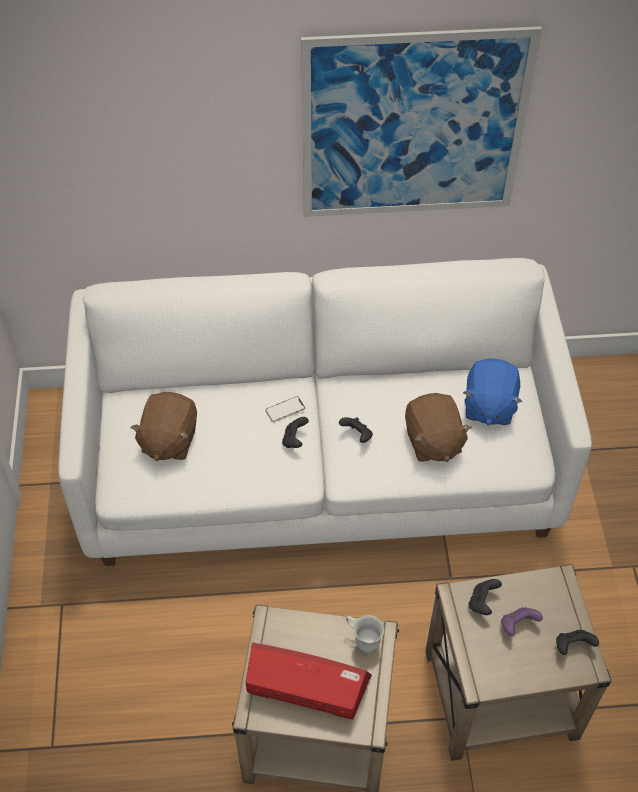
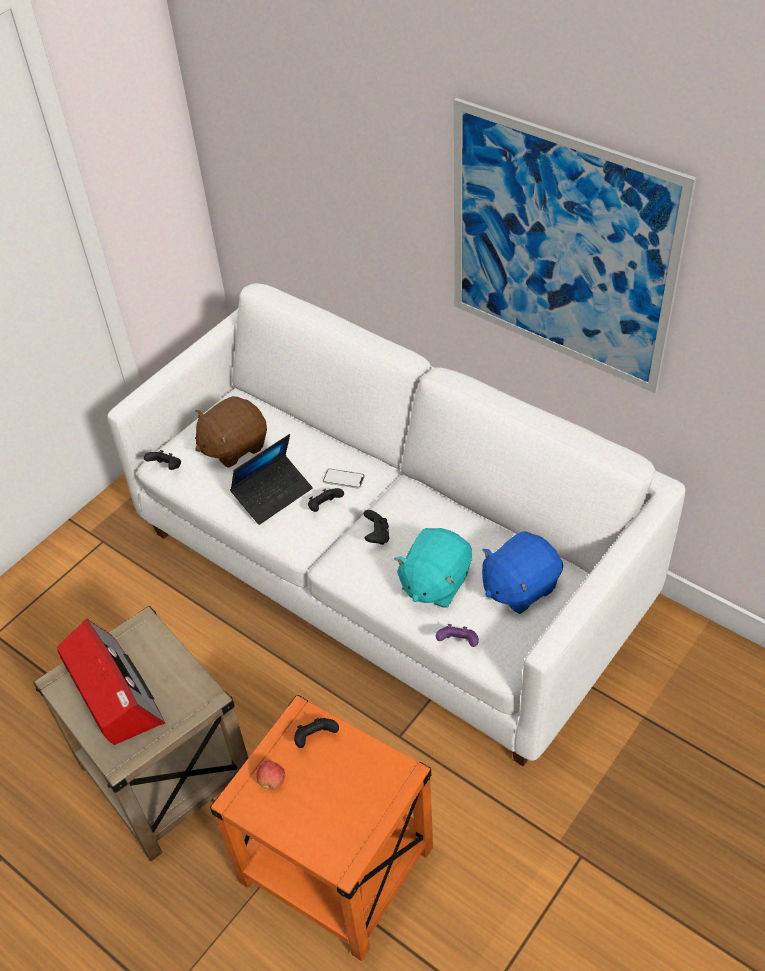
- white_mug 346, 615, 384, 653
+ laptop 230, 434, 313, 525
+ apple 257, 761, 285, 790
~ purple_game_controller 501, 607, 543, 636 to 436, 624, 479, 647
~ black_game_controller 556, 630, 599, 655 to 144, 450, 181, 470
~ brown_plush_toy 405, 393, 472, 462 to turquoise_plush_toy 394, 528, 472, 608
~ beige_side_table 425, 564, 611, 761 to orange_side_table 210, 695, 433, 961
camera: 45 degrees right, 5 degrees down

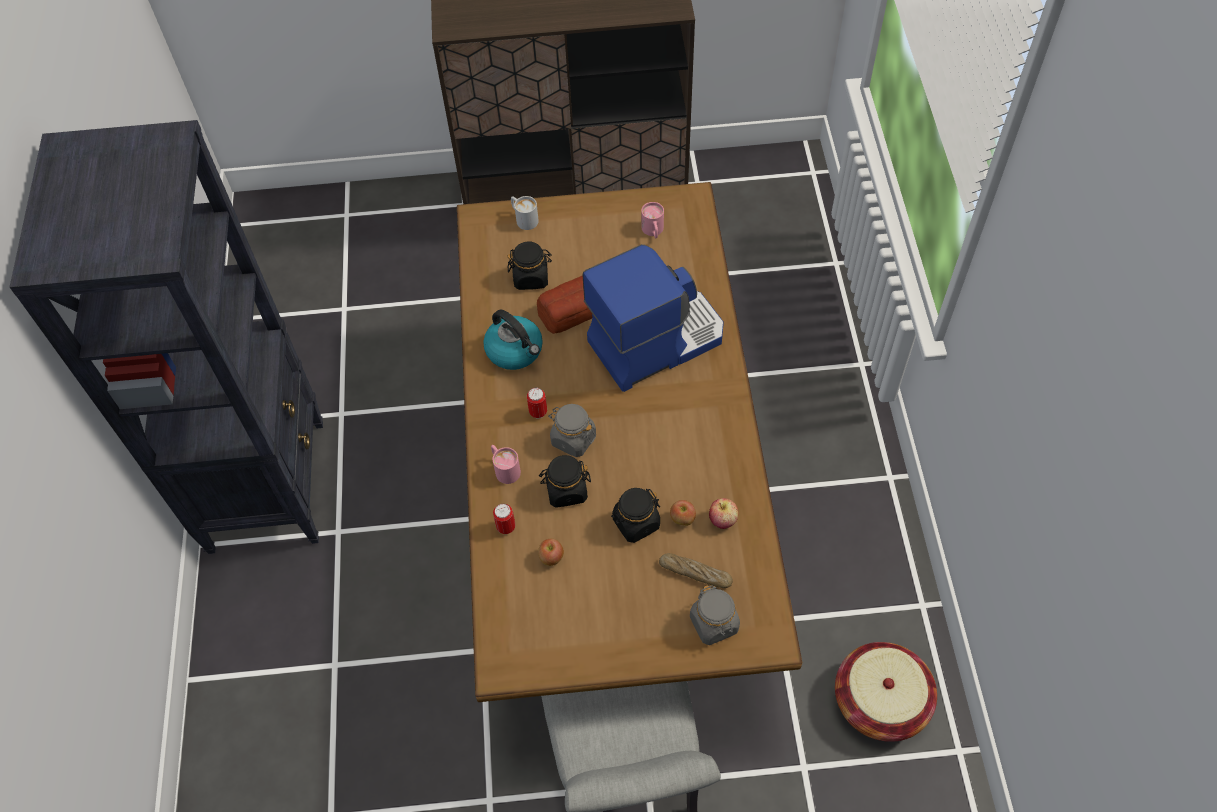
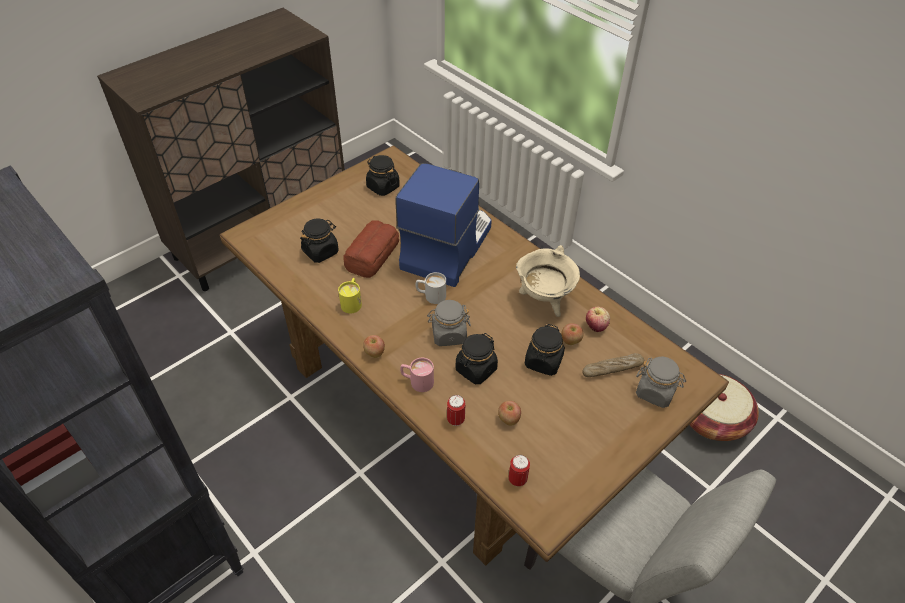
+ apple 363, 335, 385, 358
+ beige_cooking_pot 516, 245, 580, 317
~ white_mug 511, 196, 539, 230 to 416, 272, 446, 304
~ can 527, 388, 547, 418 to 509, 455, 530, 486
~ kettle 483, 309, 543, 370 to yellow_mug 338, 278, 362, 313
~ pink_mug 641, 202, 664, 238 to black_jar 366, 155, 400, 196
camera: 40 degrees left, 10 degrees down

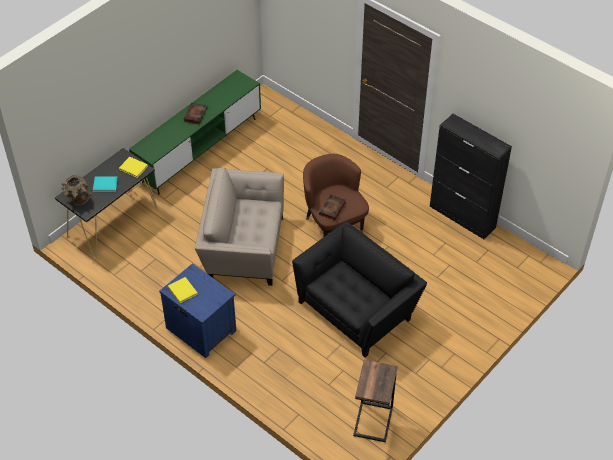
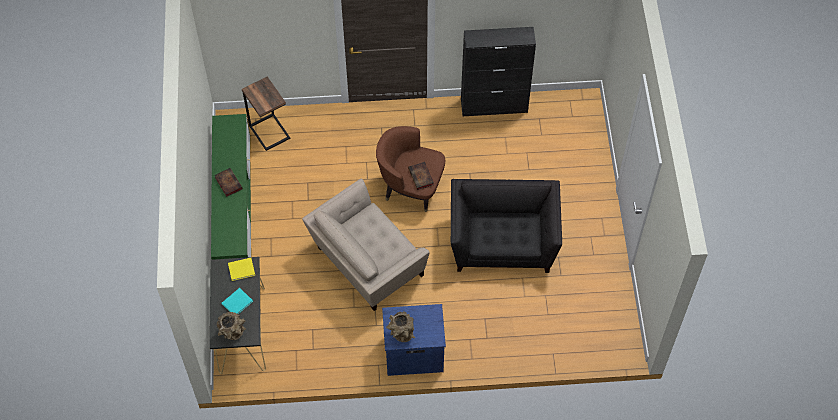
~ side_table 353, 360, 398, 442 to 242, 77, 290, 151
~ yellow_book 168, 277, 198, 303 to brown_vase 386, 311, 415, 342
camera: 45 degrees left, 10 degrees up

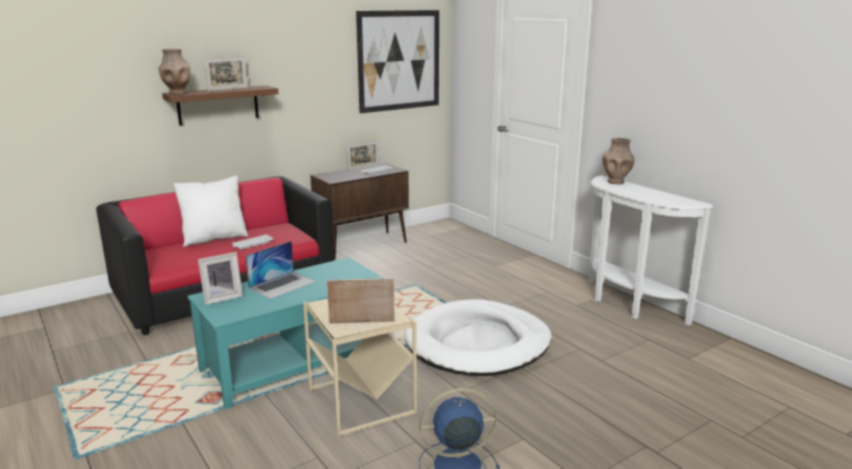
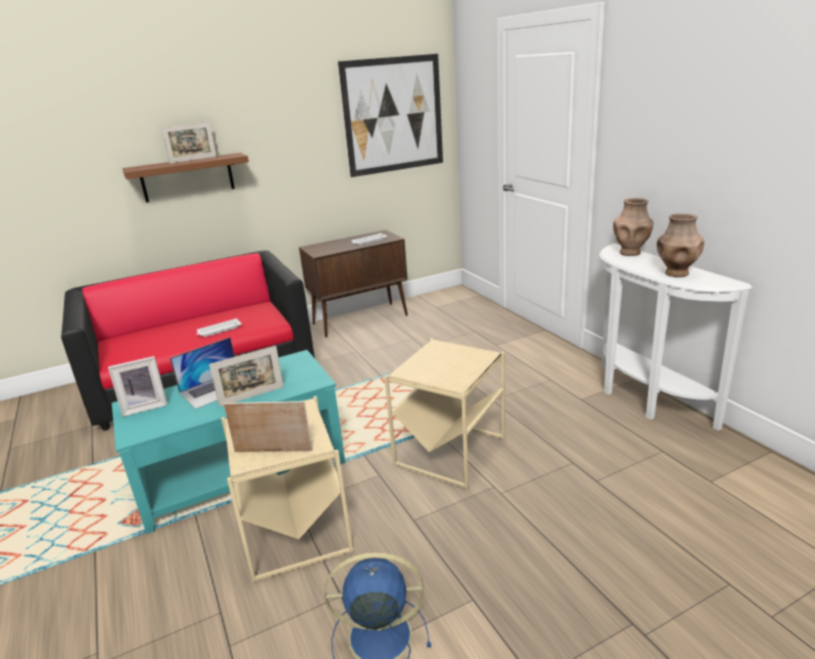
- white_pillow 173, 176, 249, 247
~ brown_vase 158, 49, 190, 95 to 657, 214, 704, 277
~ picture_frame 346, 140, 379, 171 to 209, 346, 284, 407
~ white_dog_bed 404, 299, 552, 376 to beige_side_table 384, 338, 505, 489
camera: 10 degrees right, 5 degrees up

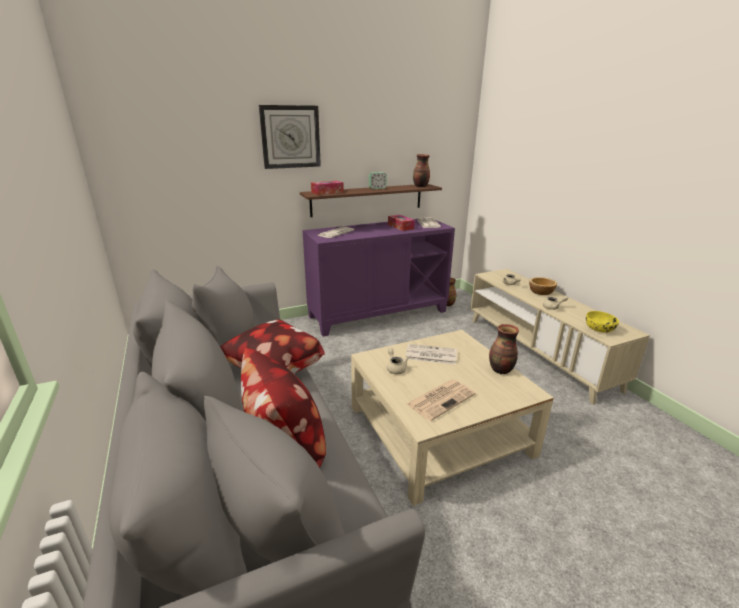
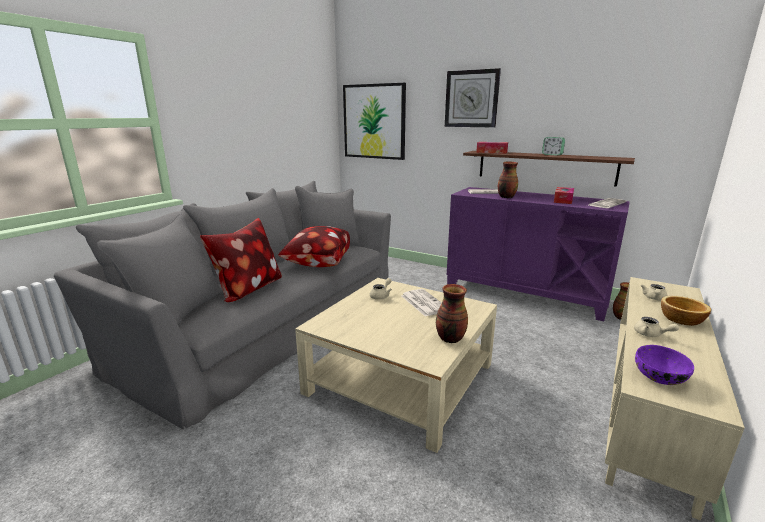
- newspaper 407, 379, 476, 421
+ picture 343, 83, 406, 160
~ vase 413, 154, 430, 187 to 498, 162, 518, 198
~ yellow_bowl 586, 311, 619, 333 to purple_bowl 635, 345, 694, 385
camera: 55 degrees right, 5 degrees down

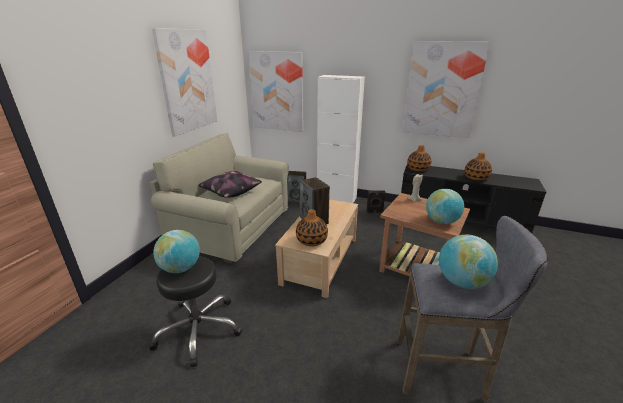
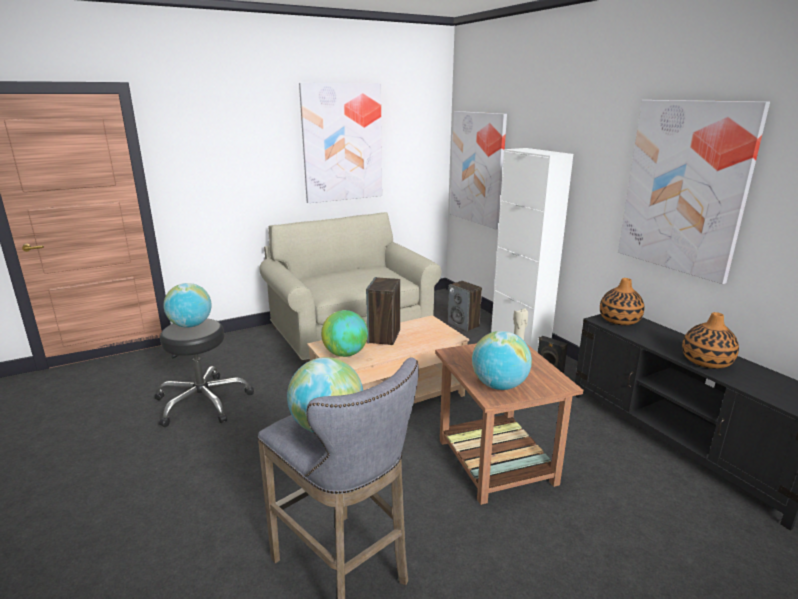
- pillow 199, 171, 262, 198
~ vase 296, 209, 328, 246 to globe 321, 310, 368, 357
camera: 40 degrees right, 5 degrees down

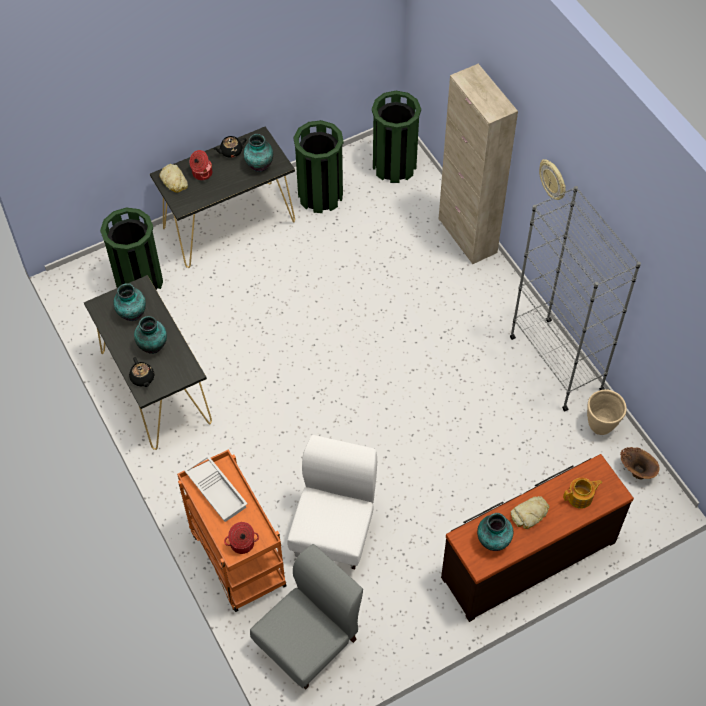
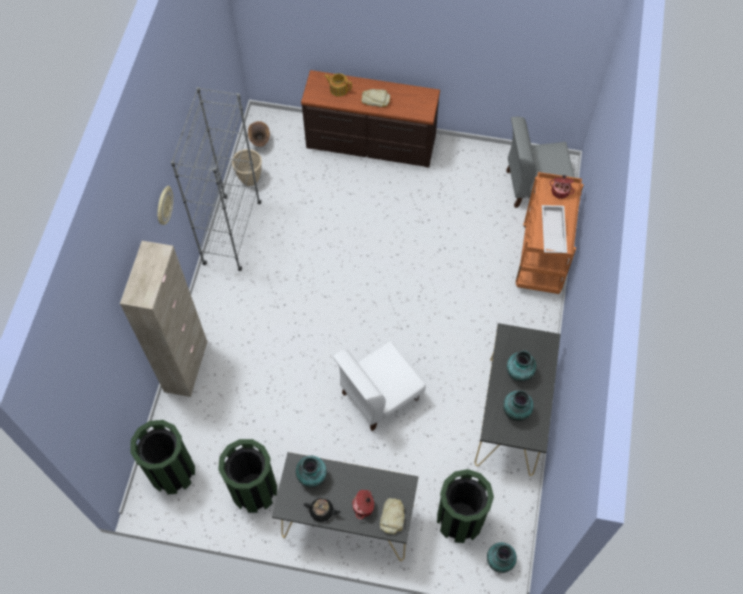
- black_teapot 129, 357, 155, 387
~ white_chair 287, 435, 377, 569 to 333, 341, 426, 431
~ vase 477, 513, 513, 551 to 487, 542, 517, 573
camera: 140 degrees left, 5 degrees up

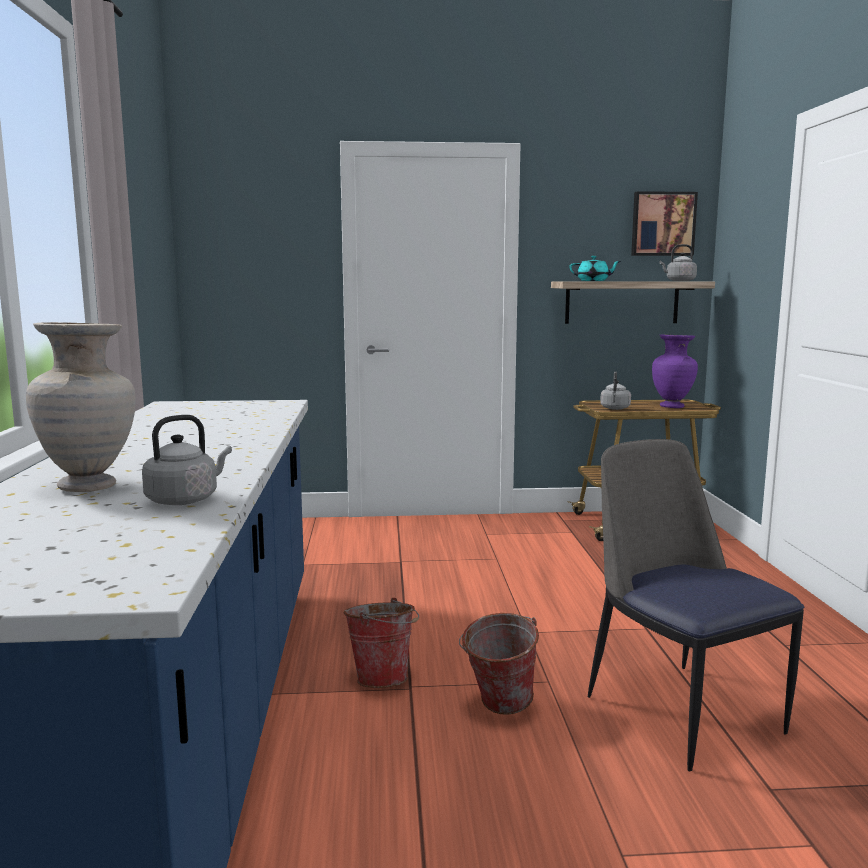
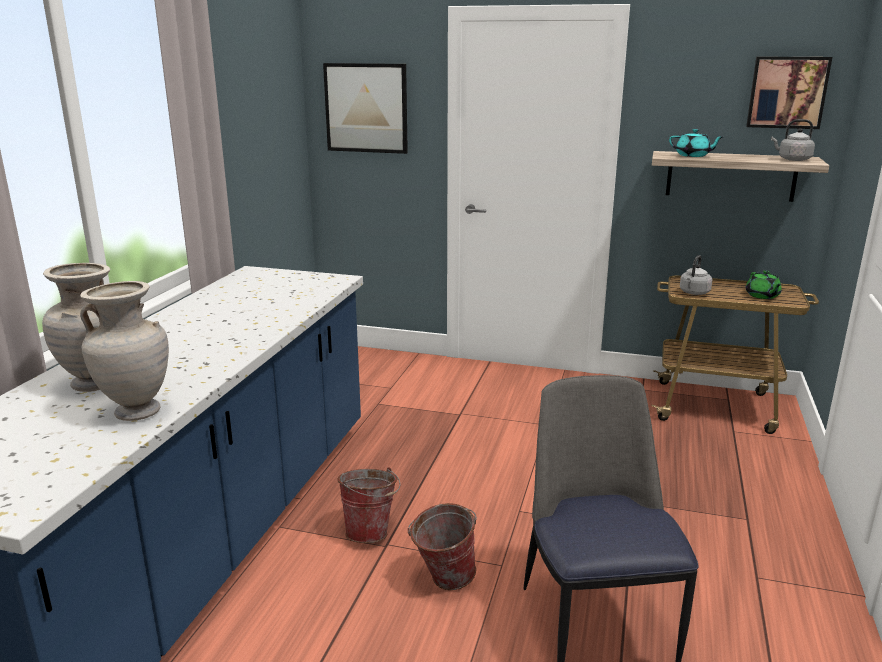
+ picture 323, 63, 408, 154
~ grey_kettle 142, 415, 232, 505 to beige_vase 80, 281, 169, 421
~ purple_vase 652, 335, 698, 408 to green_teapot 746, 270, 782, 299
camera: 20 degrees right, 10 degrees up

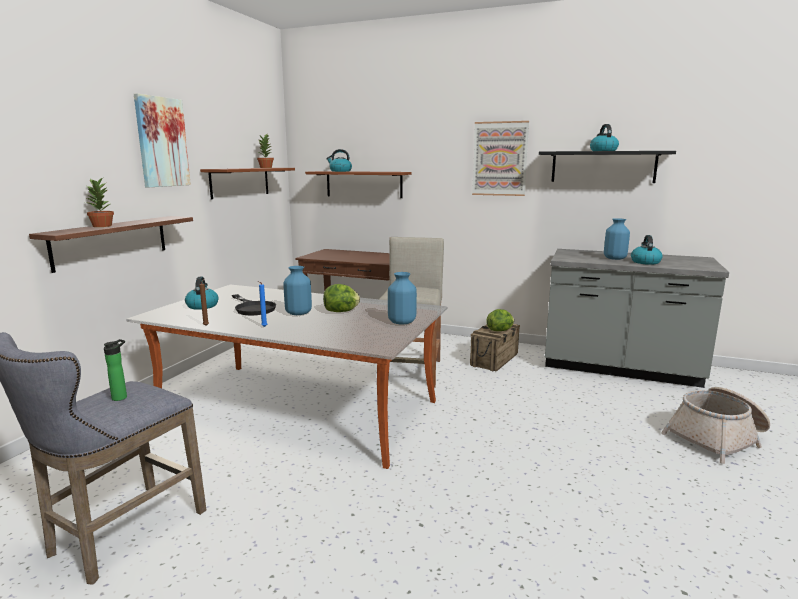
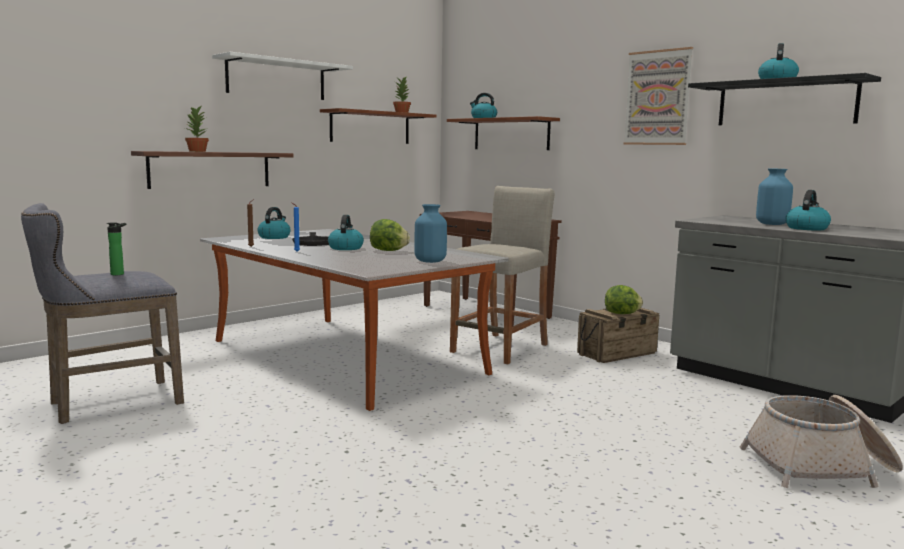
~ picture 134, 93, 191, 187 to white_shelf 212, 52, 353, 100
~ blue_vase 284, 266, 312, 315 to kettle 328, 215, 364, 250
camera: 25 degrees right, 5 degrees down

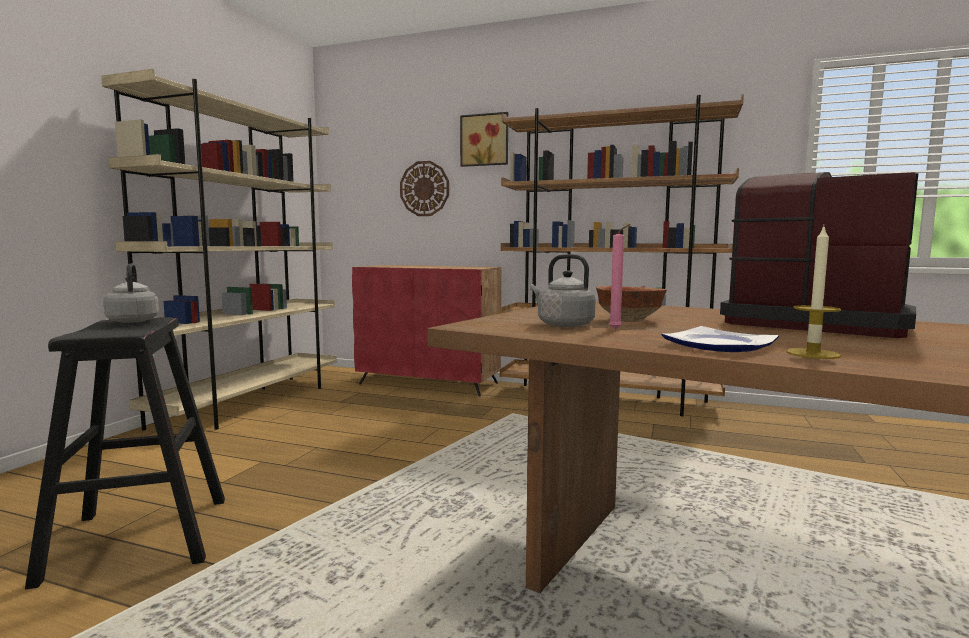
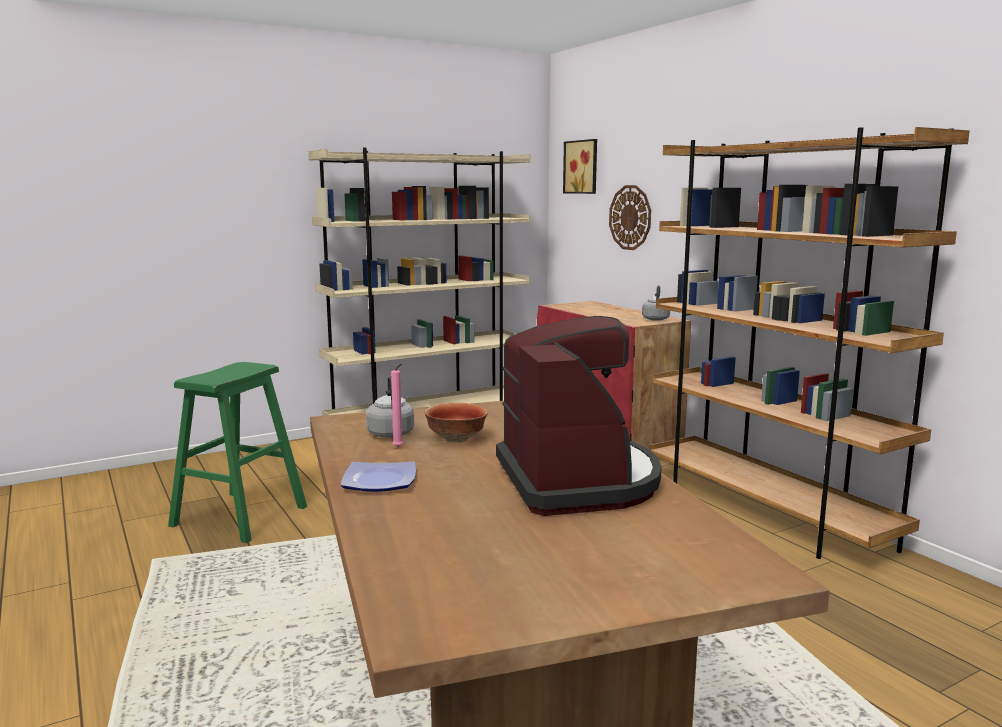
- candle 786, 227, 841, 359
~ grey_kettle 103, 263, 159, 323 to 642, 285, 670, 321
~ picture 460, 112, 508, 167 to 563, 139, 597, 194
~ black_stool 25, 318, 225, 589 to green_stool 168, 362, 307, 543
camera: 40 degrees right, 5 degrees up

